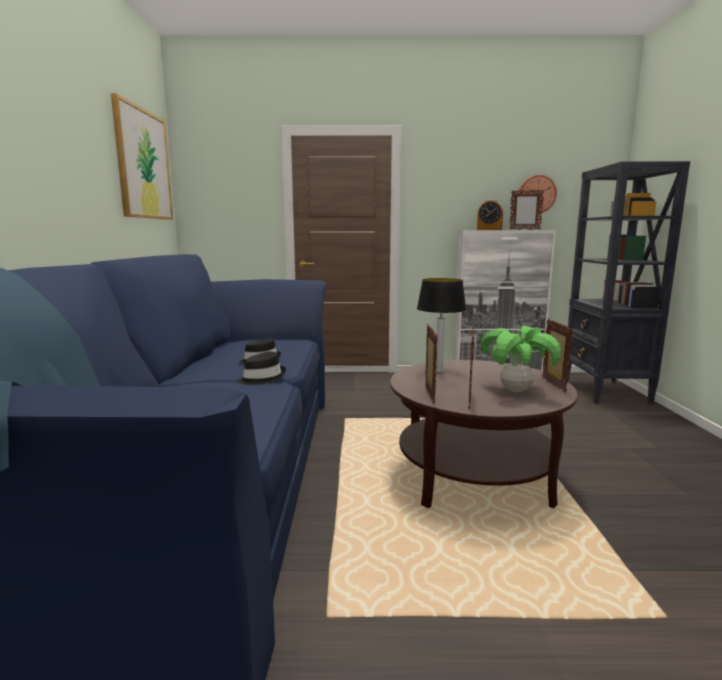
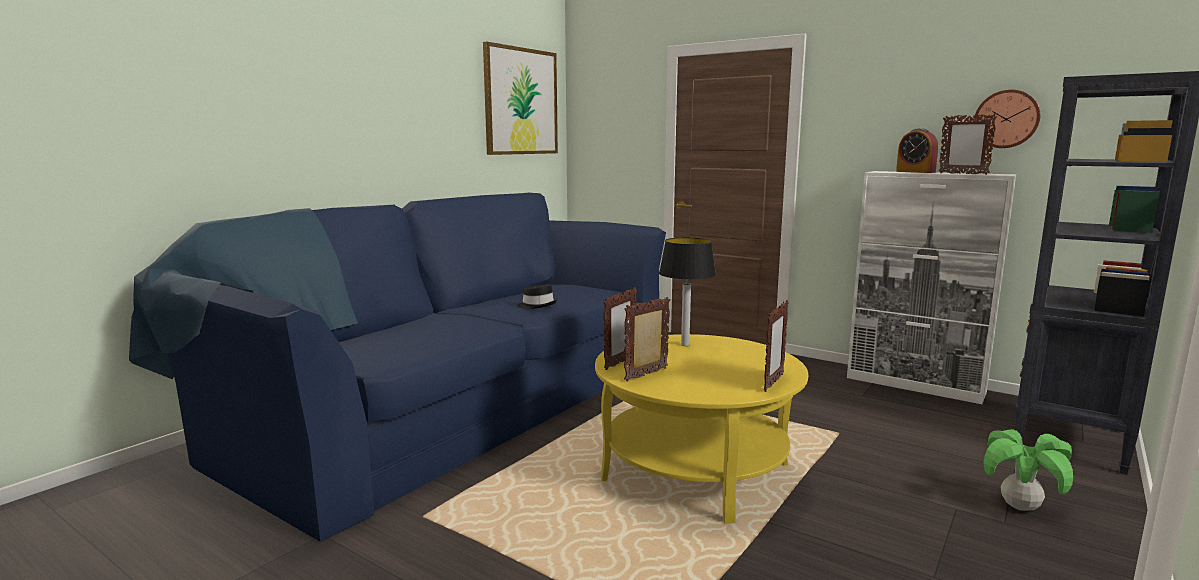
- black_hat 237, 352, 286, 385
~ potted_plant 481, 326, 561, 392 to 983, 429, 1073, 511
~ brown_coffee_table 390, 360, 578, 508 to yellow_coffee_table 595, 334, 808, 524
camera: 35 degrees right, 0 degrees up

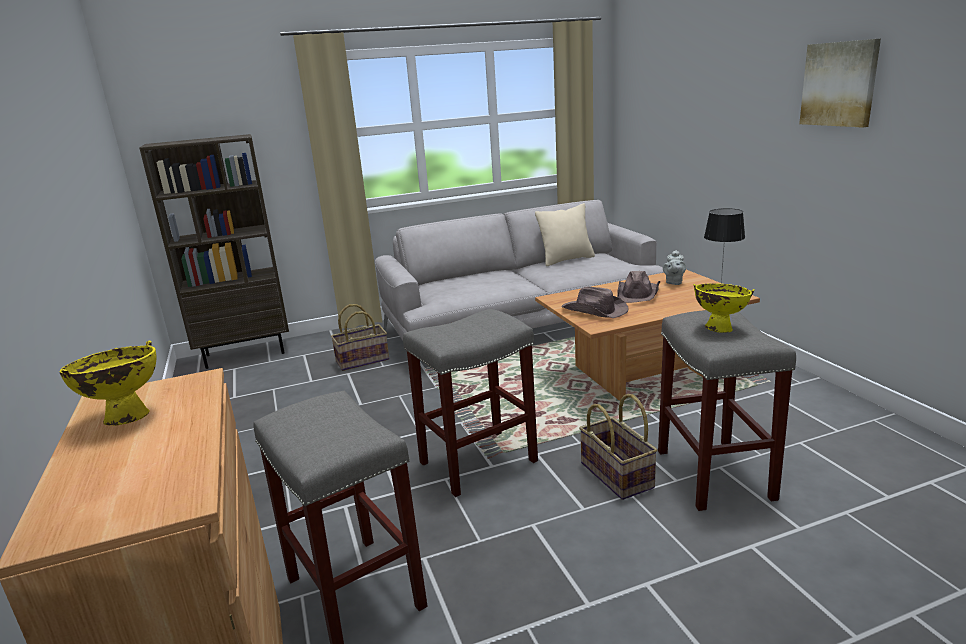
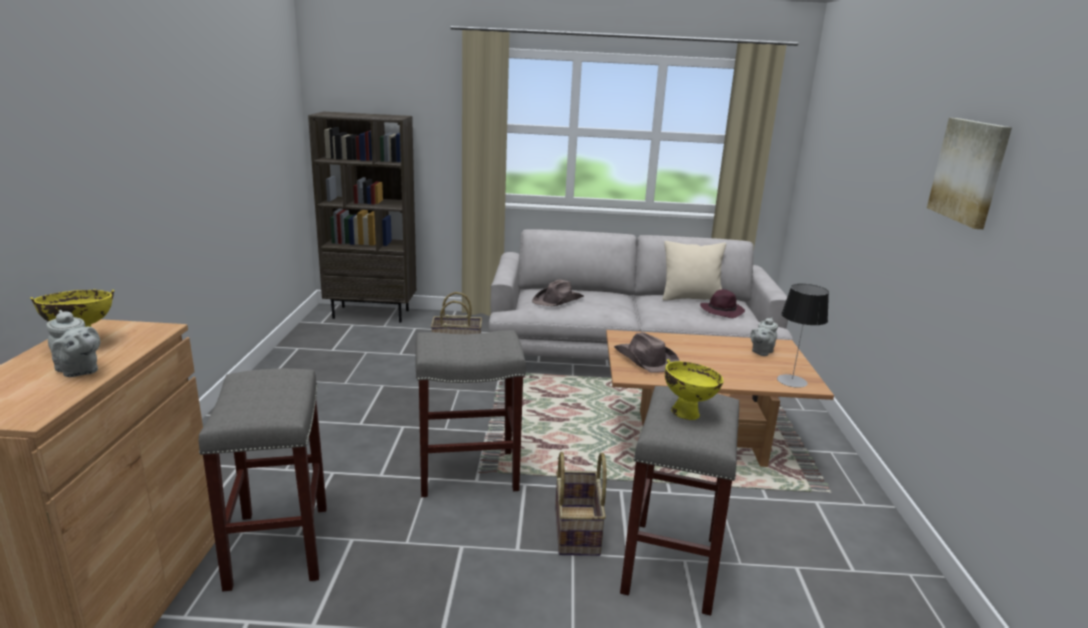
+ grey_teapot 46, 310, 100, 377
+ purple_hat 700, 289, 745, 318
~ brown_hat 617, 271, 660, 303 to 532, 280, 584, 306
camera: 20 degrees right, 0 degrees up

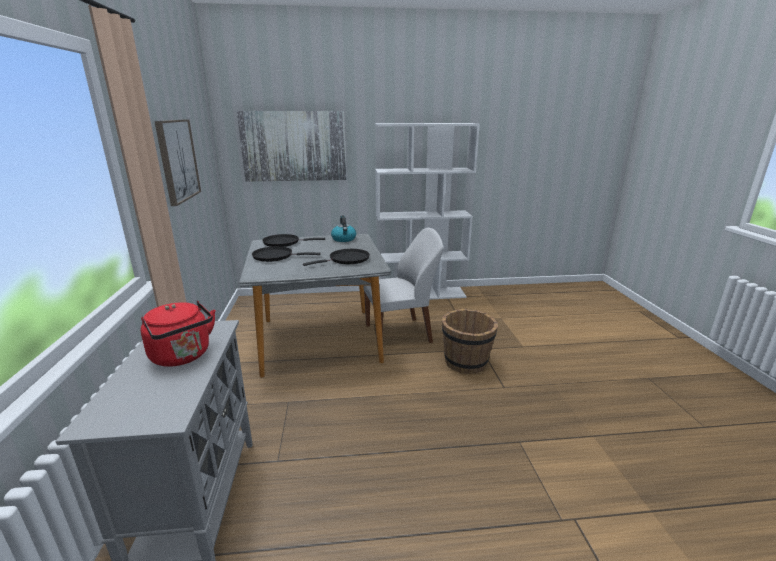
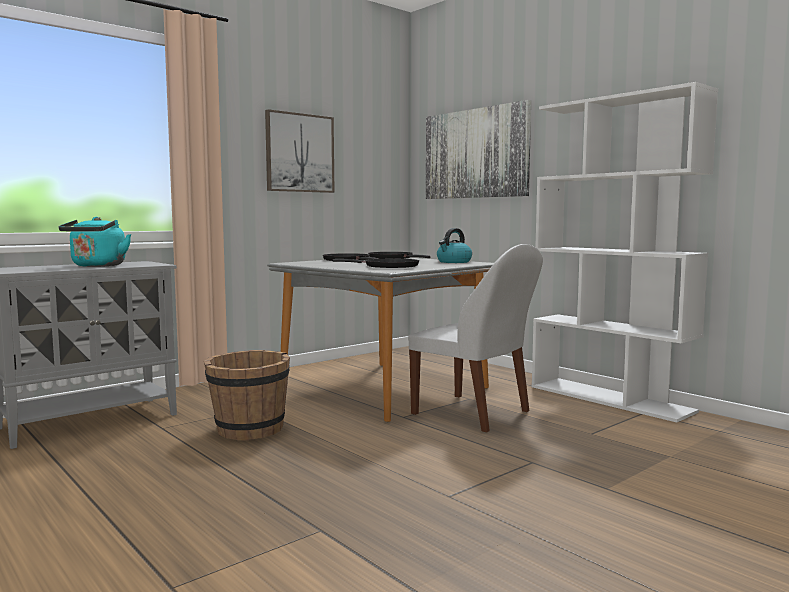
~ brown_bucket 442, 309, 498, 374 to 204, 350, 290, 440
~ red_kettle 141, 300, 216, 367 to turquoise_kettle 59, 217, 131, 267
camera: 55 degrees right, 15 degrees down

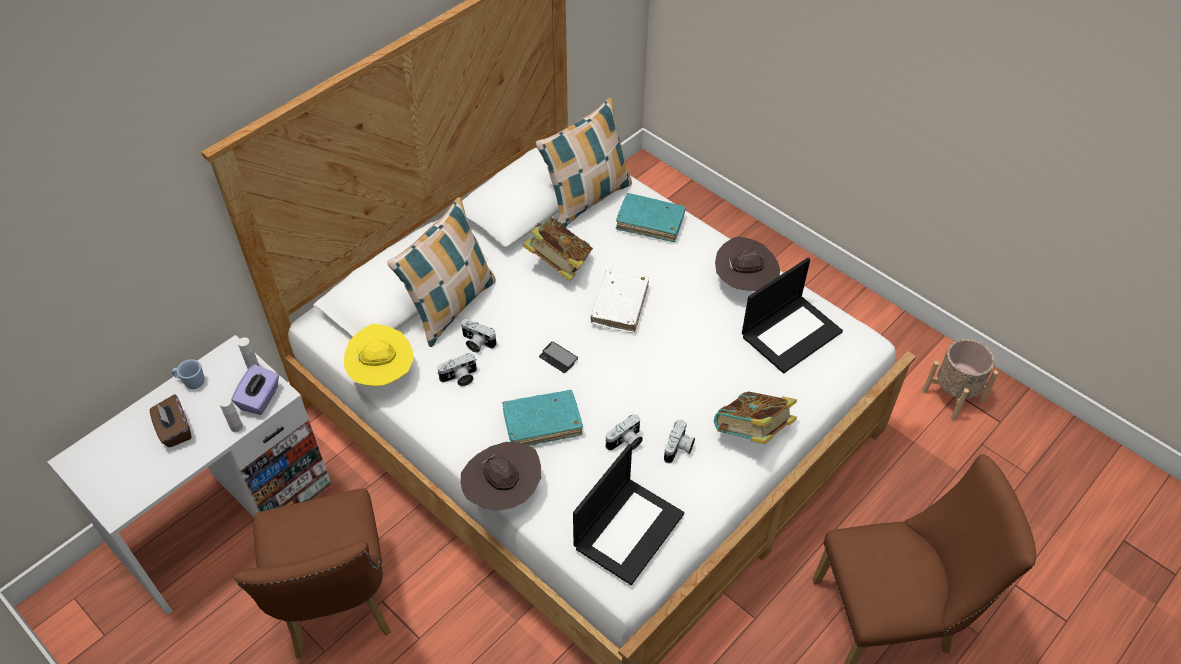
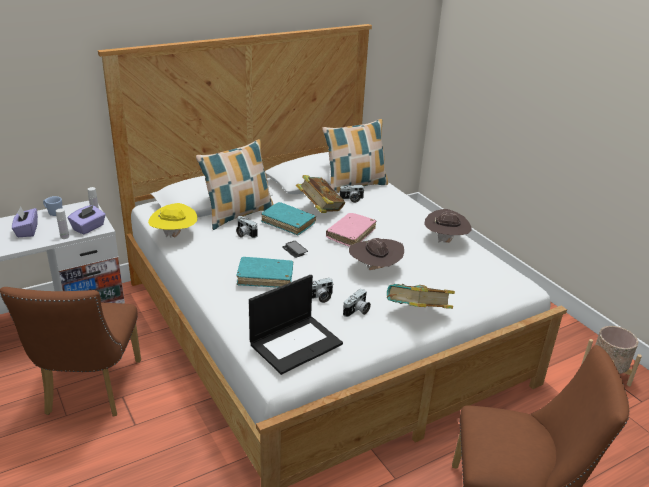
- laptop 742, 258, 843, 374
~ photo_camera 437, 353, 477, 386 to 339, 185, 364, 203
~ brown_hat 461, 442, 541, 511 to 349, 238, 404, 270
~ turquoise_book 616, 193, 686, 242 to 261, 202, 316, 235
~ brown_tissue_box 150, 394, 192, 447 to purple_tissue_box 12, 206, 38, 237
~ white_book 590, 270, 649, 333 to pink_book 326, 213, 376, 247
camera: 15 degrees right, 20 degrees down

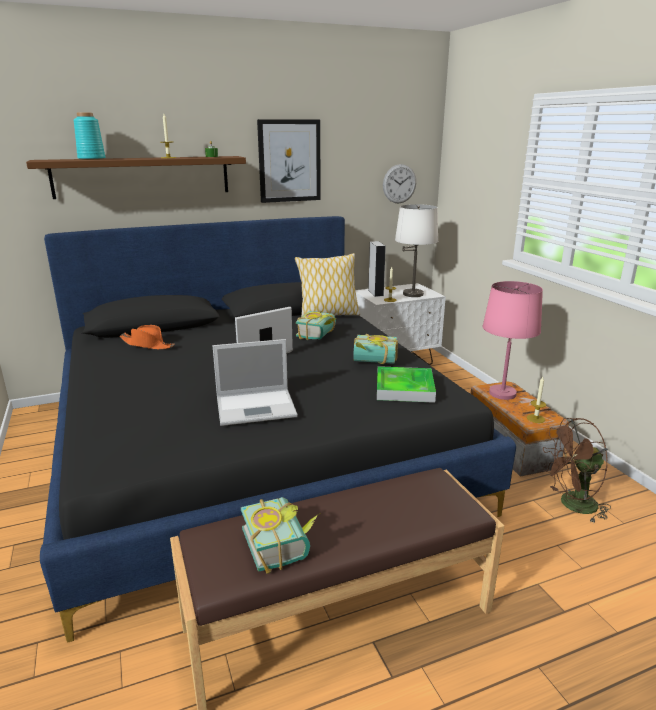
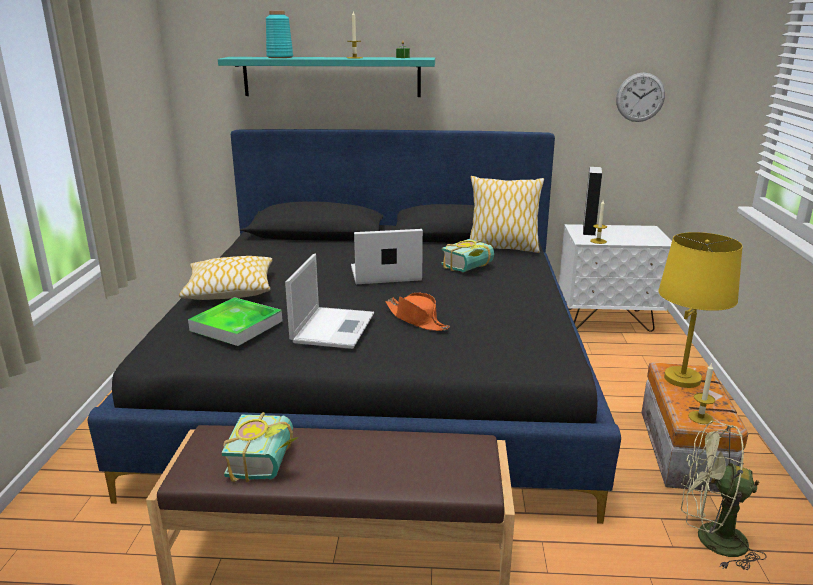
- picture 257, 119, 321, 203
- book 354, 334, 398, 364
- white_table_lamp 395, 204, 438, 297
+ pillow 179, 256, 273, 300
~ orange_hat 119, 325, 175, 350 to 385, 292, 450, 331
~ tray 377, 366, 436, 403 to 188, 297, 283, 346
~ brown_shelf 26, 156, 246, 199 to turquoise_shelf 218, 57, 435, 97
~ pink_table_lamp 483, 281, 543, 400 to yellow_table_lamp 658, 232, 743, 388
~ brown_fan 543, 418, 611, 524 to green_fan 681, 421, 767, 570
~ laptop 213, 339, 298, 426 = 285, 254, 374, 349 90 degrees counterclockwise
camera: 25 degrees right, 0 degrees up

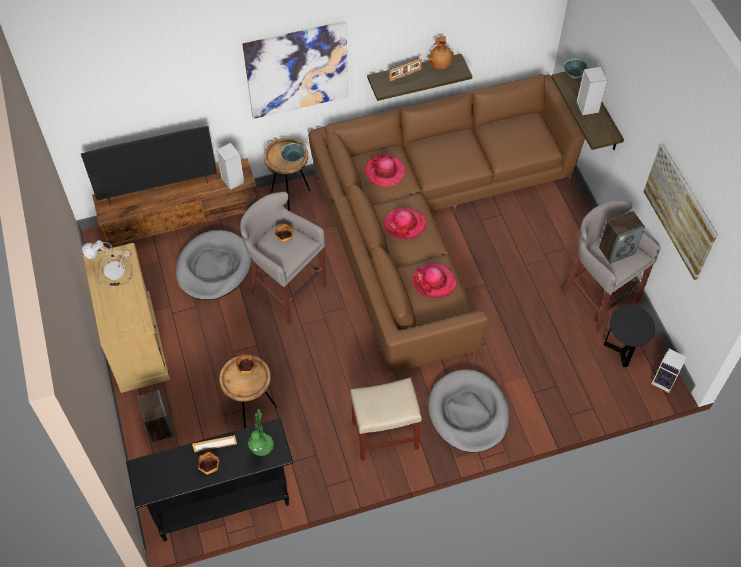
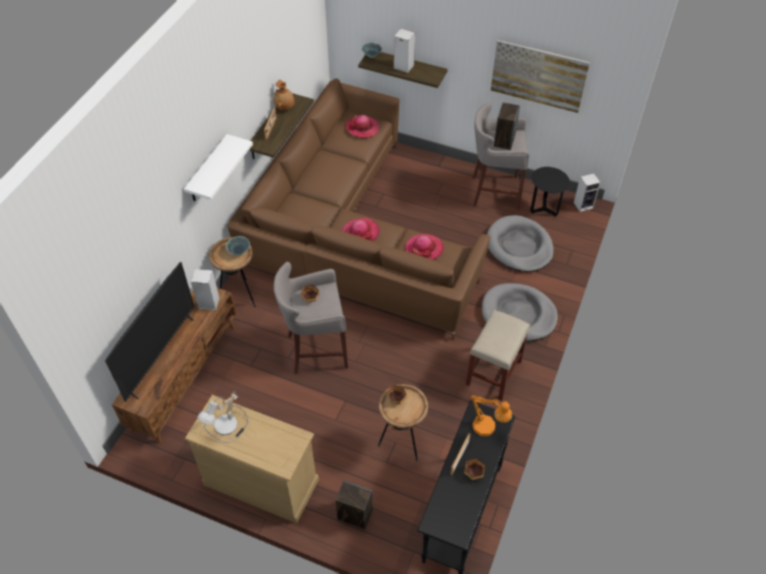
~ grey_dog_bed 176, 230, 251, 300 to 487, 215, 554, 272
~ hat 365, 155, 406, 187 to 346, 115, 379, 138
~ picture 243, 21, 348, 119 to white_shelf 184, 134, 253, 202
~ green_table_lamp 248, 409, 274, 456 to orange_table_lamp 471, 395, 512, 436
camera: 50 degrees left, 5 degrees down

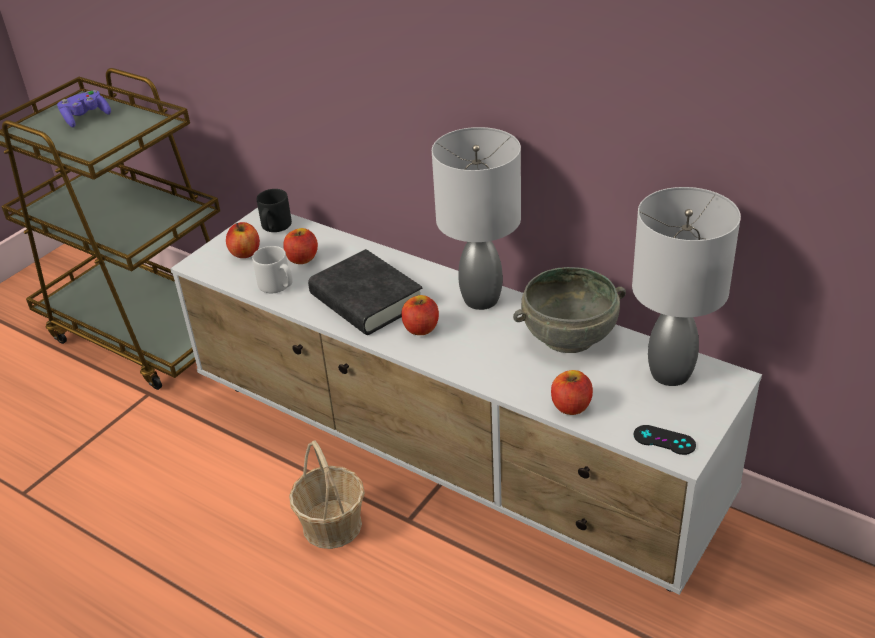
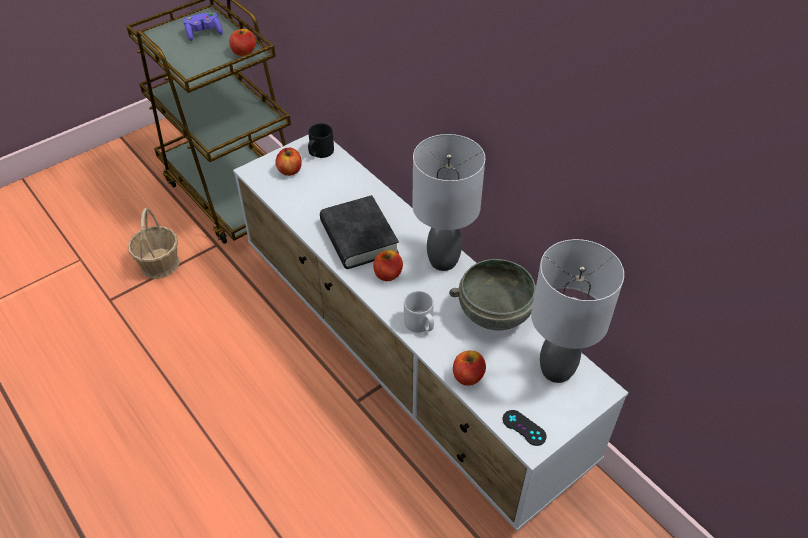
~ grey_mug 252, 246, 293, 293 to 404, 291, 434, 332
~ apple 283, 228, 318, 264 to 229, 29, 256, 56
~ basket 289, 441, 365, 549 to 128, 208, 180, 279
camera: 15 degrees right, 10 degrees up

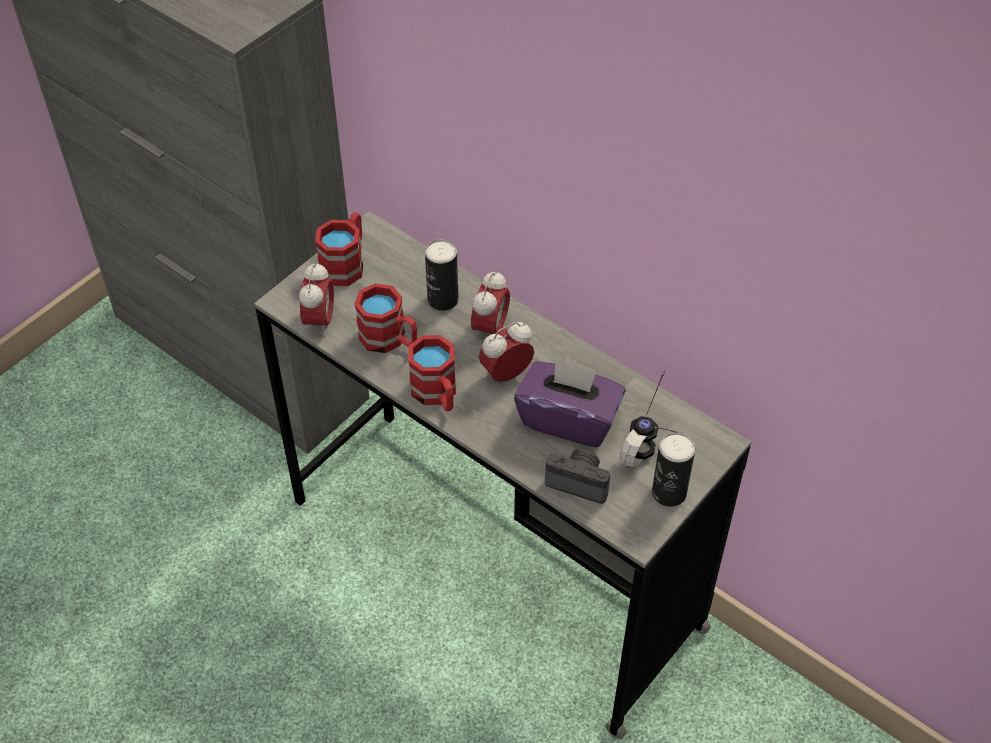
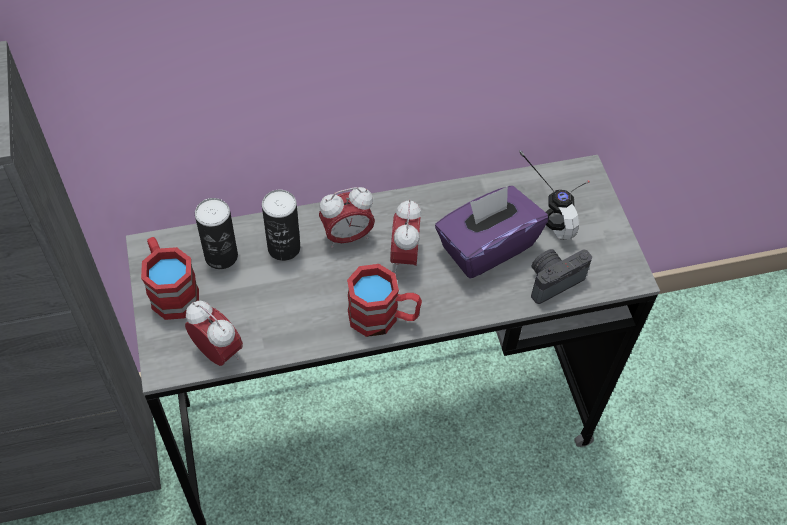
- red_mug 355, 283, 417, 353
~ can 652, 433, 695, 507 to 195, 198, 238, 269
~ alarm_clock 471, 270, 510, 334 = 319, 187, 375, 248 105 degrees clockwise
camera: 55 degrees left, 5 degrees up

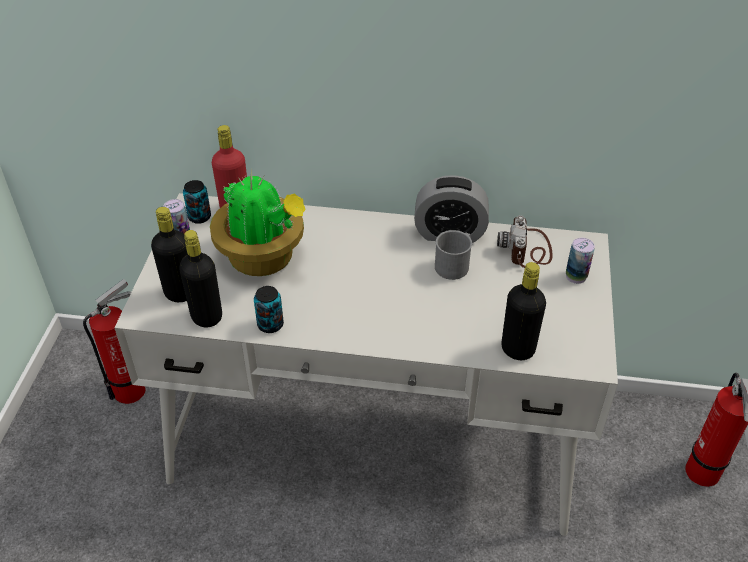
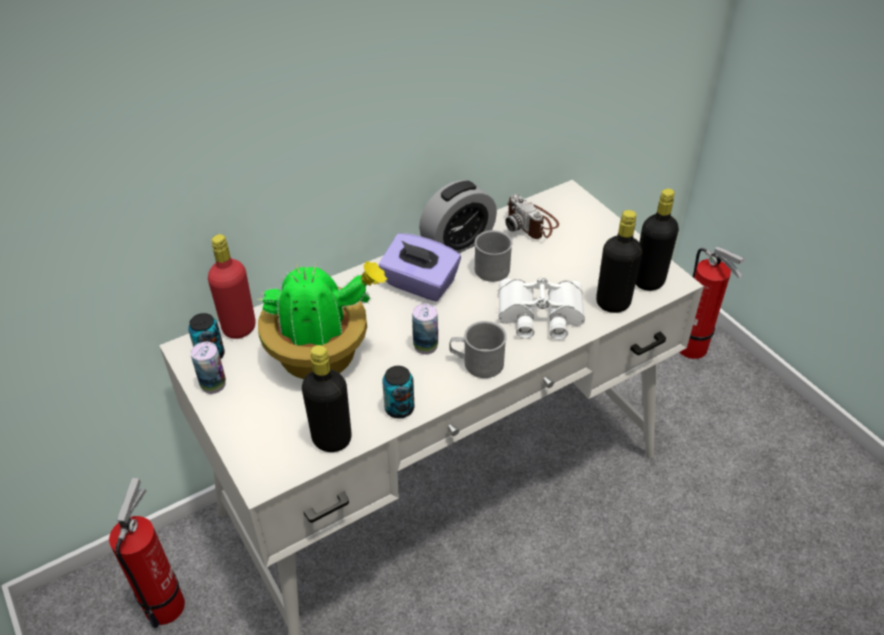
+ purple_tissue_box 379, 233, 461, 301
+ grey_mug 449, 321, 507, 378
+ white_binoculars 499, 278, 585, 340
~ black_bottle 151, 207, 187, 302 to 636, 189, 679, 291
~ can 566, 238, 595, 284 to 412, 304, 438, 355
camera: 40 degrees left, 0 degrees up

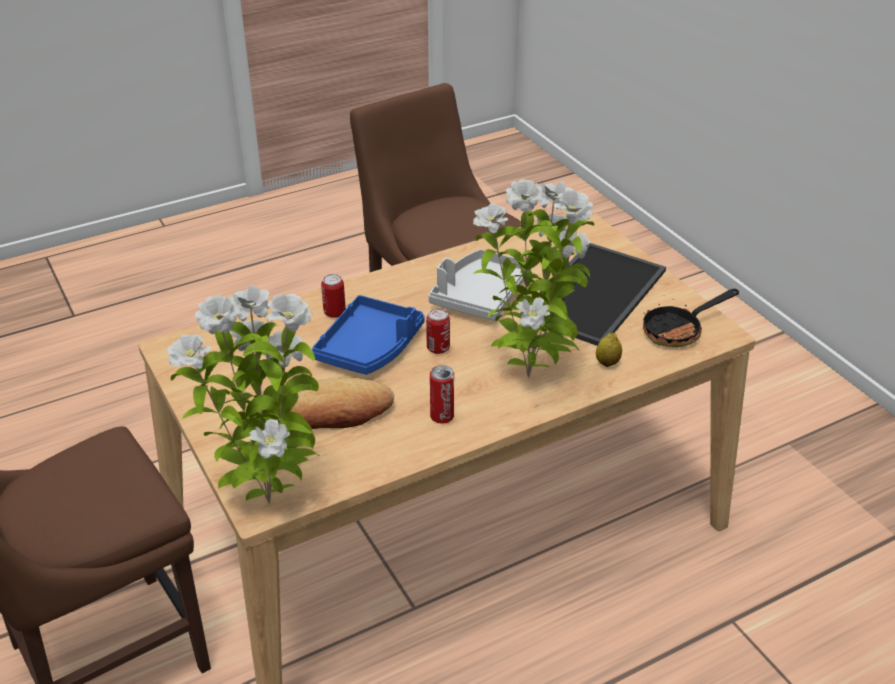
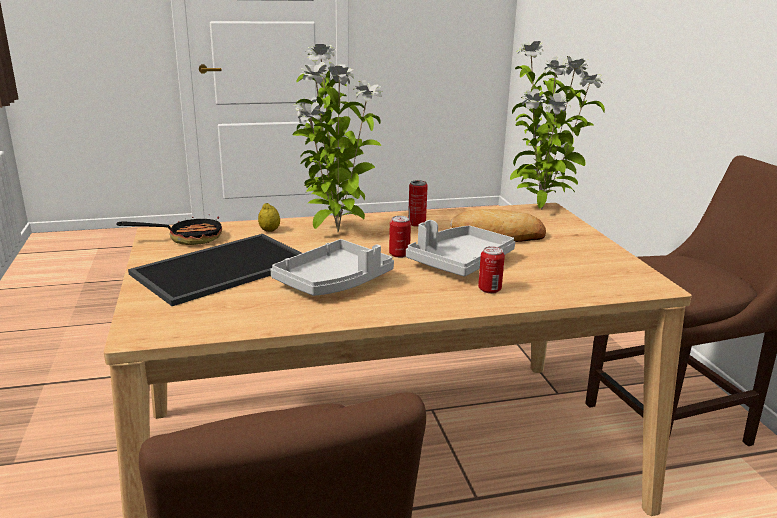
~ blue_tray 312, 295, 425, 375 to grey_tray 406, 220, 515, 277
camera: 165 degrees left, 15 degrees down

